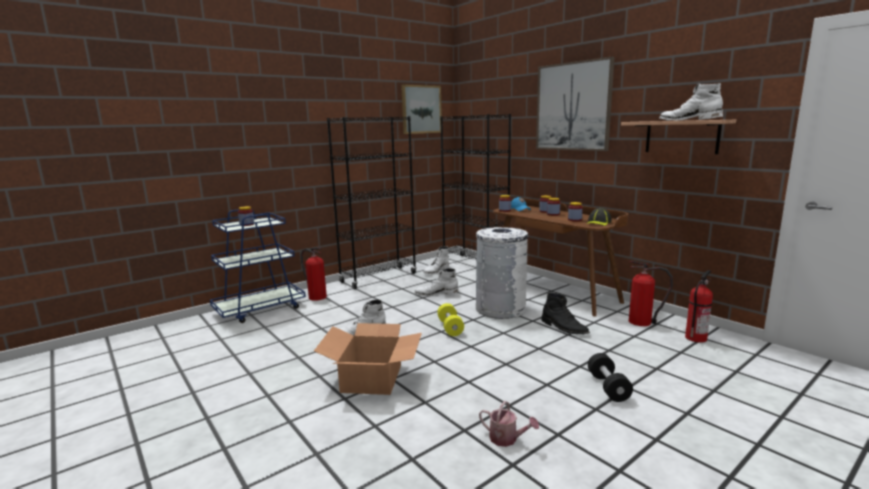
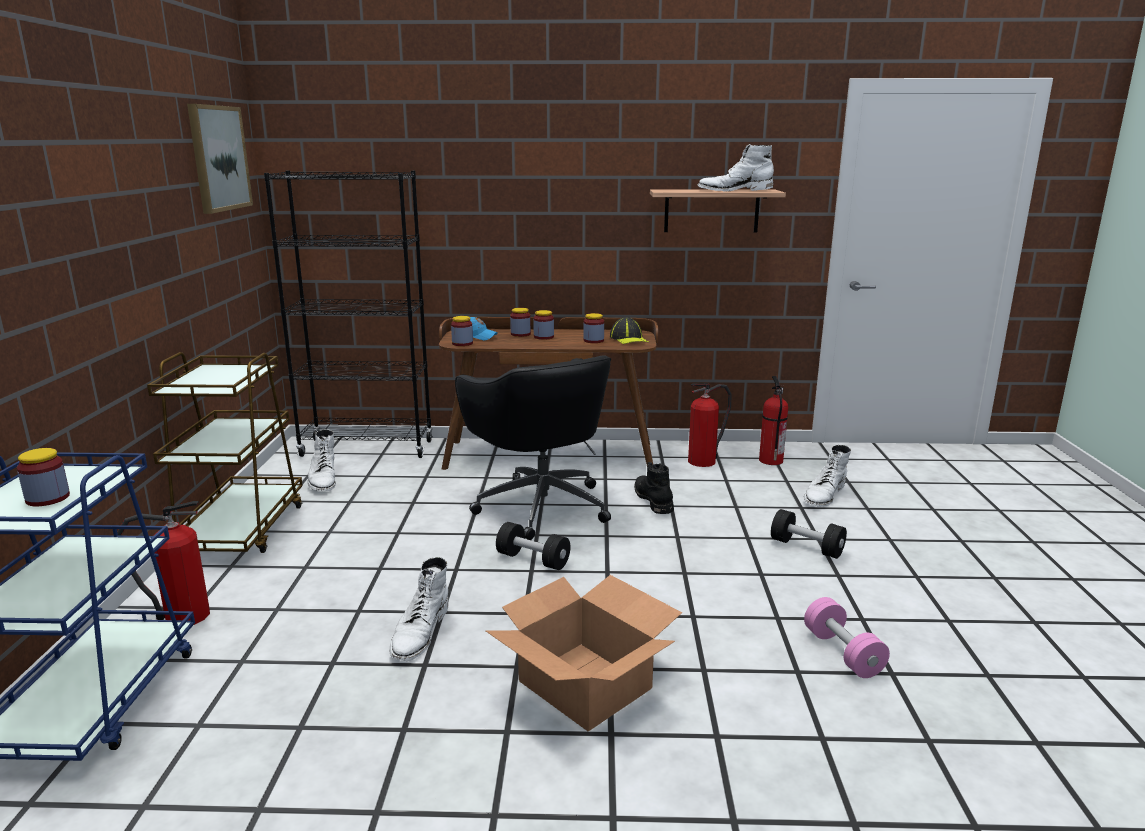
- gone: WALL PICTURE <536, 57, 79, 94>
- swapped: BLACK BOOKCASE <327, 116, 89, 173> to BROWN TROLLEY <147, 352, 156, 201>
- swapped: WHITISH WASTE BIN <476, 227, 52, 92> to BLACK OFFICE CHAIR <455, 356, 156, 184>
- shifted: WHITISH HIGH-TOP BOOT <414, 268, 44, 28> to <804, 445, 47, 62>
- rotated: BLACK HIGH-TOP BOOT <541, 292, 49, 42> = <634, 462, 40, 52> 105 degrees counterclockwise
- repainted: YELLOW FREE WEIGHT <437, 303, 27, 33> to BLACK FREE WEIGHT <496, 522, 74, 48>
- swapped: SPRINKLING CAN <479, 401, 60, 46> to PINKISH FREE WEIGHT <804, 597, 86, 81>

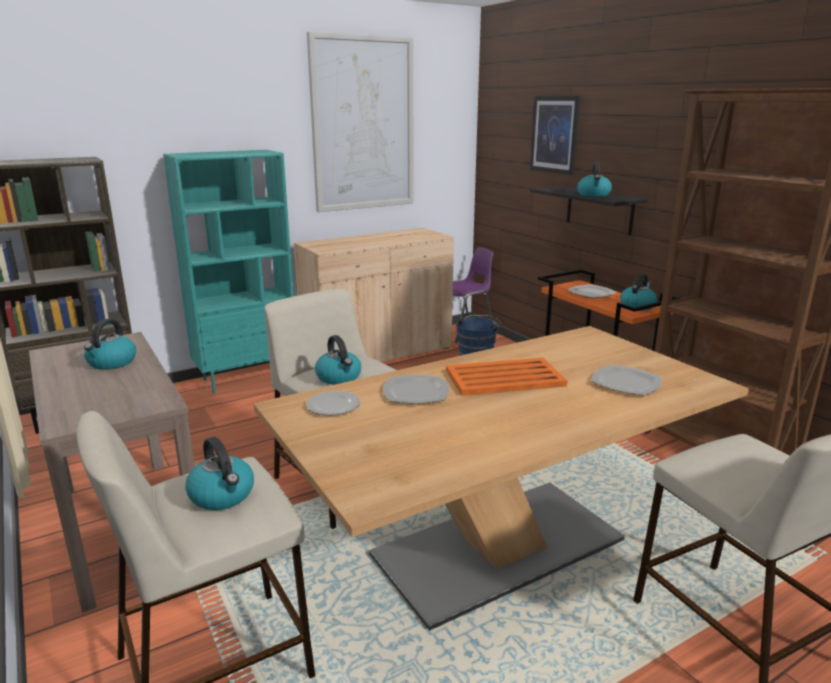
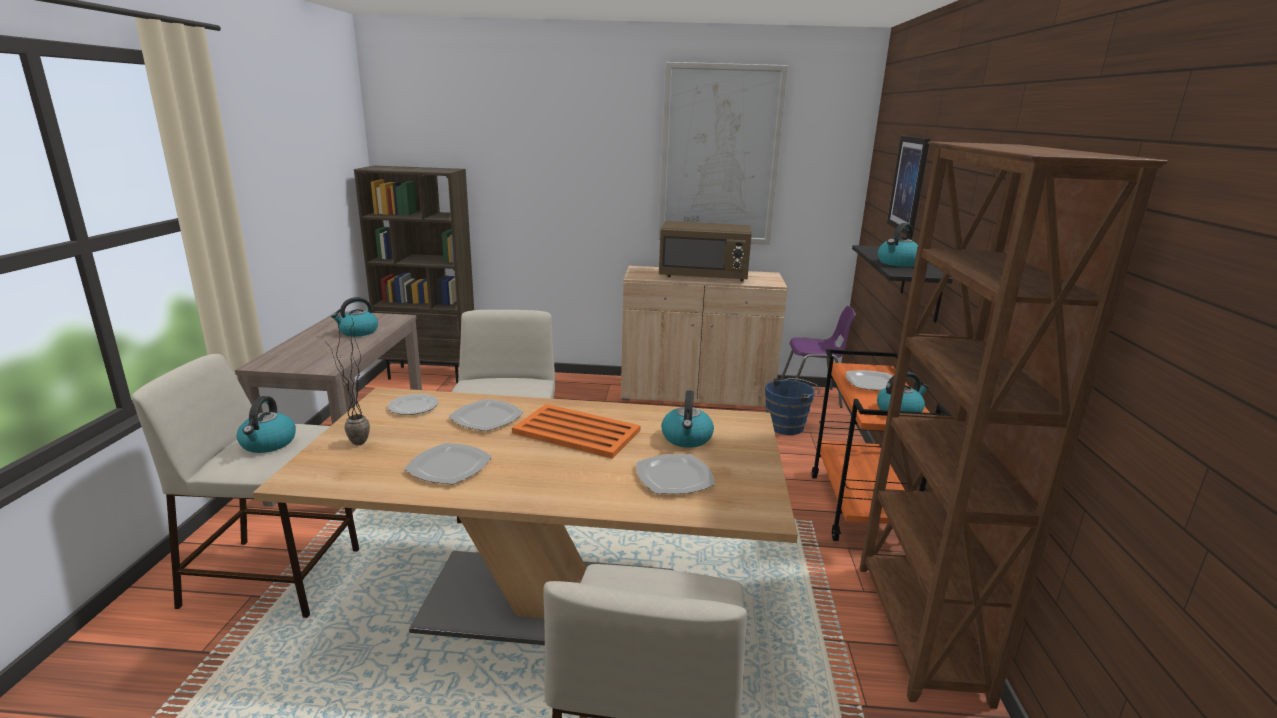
- gone: TURQUOISE BOOKCASE <163, 150, 131, 243>
- shifted: WATER KETTLE <315, 335, 46, 50> to <661, 390, 53, 58>
- new: BROWN KITCHEN MICROWAVE <659, 221, 93, 61>
- new: HOUSEPLANT <330, 310, 40, 135>
- new: FLAT DISH <404, 443, 88, 41>

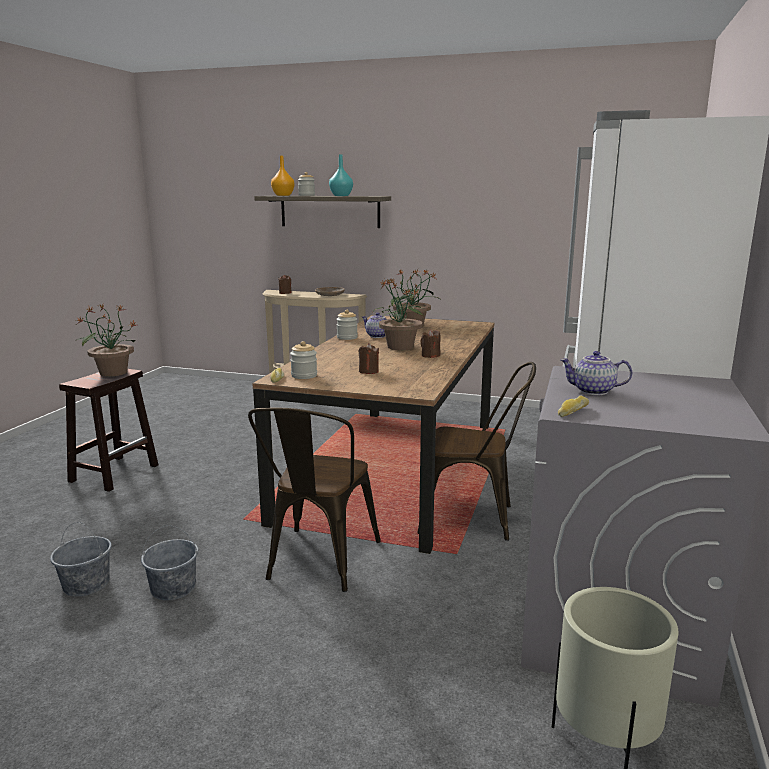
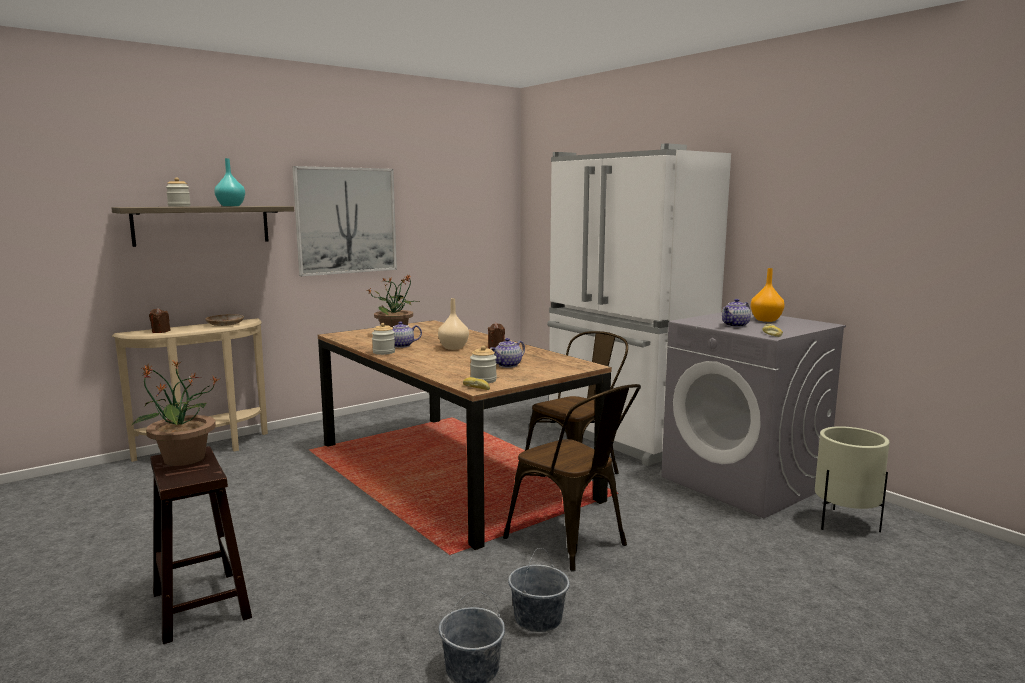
- shifted: ORANGE-COLOURED FLOWER VASE <271, 156, 24, 40> to <751, 268, 34, 54>
- swapped: HOUSEPLANT <373, 279, 51, 71> to BEIGE-COLOURED FLOWER VASE <438, 298, 31, 52>
- swapped: BROWN WAX CANDLE <359, 343, 20, 31> to TEA POT <490, 338, 35, 30>
- new: WALL PICTURE <292, 166, 105, 110>

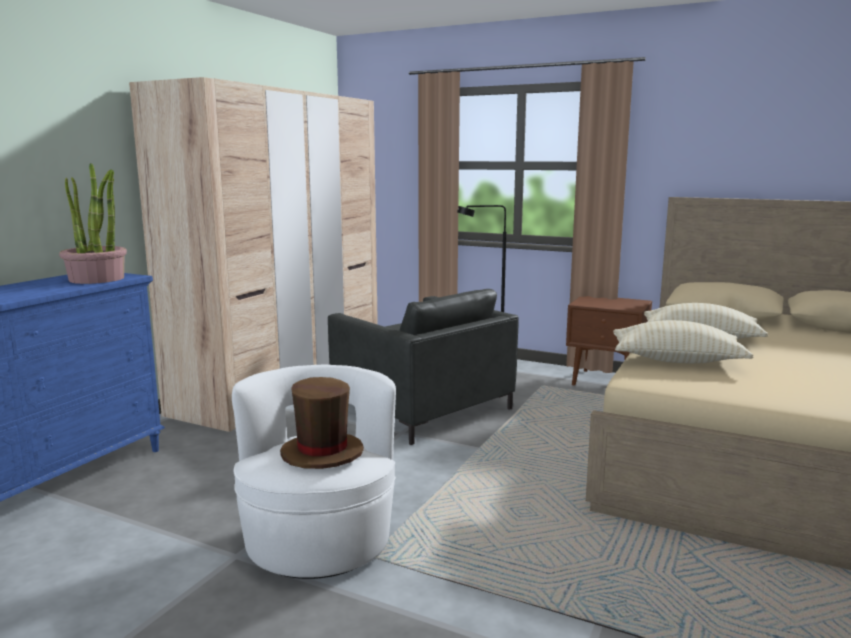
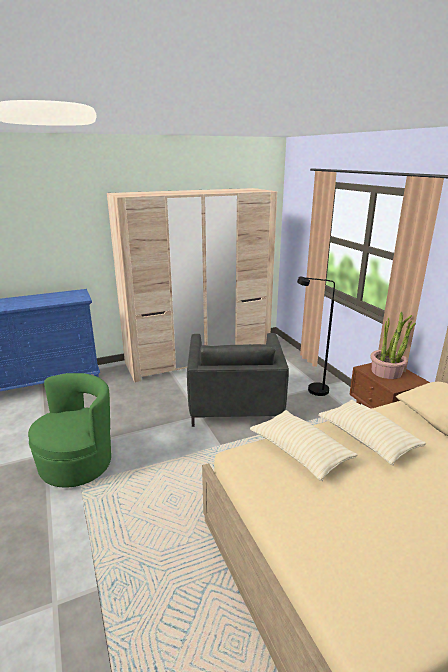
- shifted: HOUSEPLANT <59, 163, 68, 121> to <370, 312, 46, 67>
- repainted: WHITISH ARMCHAIR <232, 365, 164, 214> to GREEN-COLOURED ARMCHAIR <28, 373, 83, 115>
- gone: BROWN WEARABLE HAT <280, 377, 84, 92>

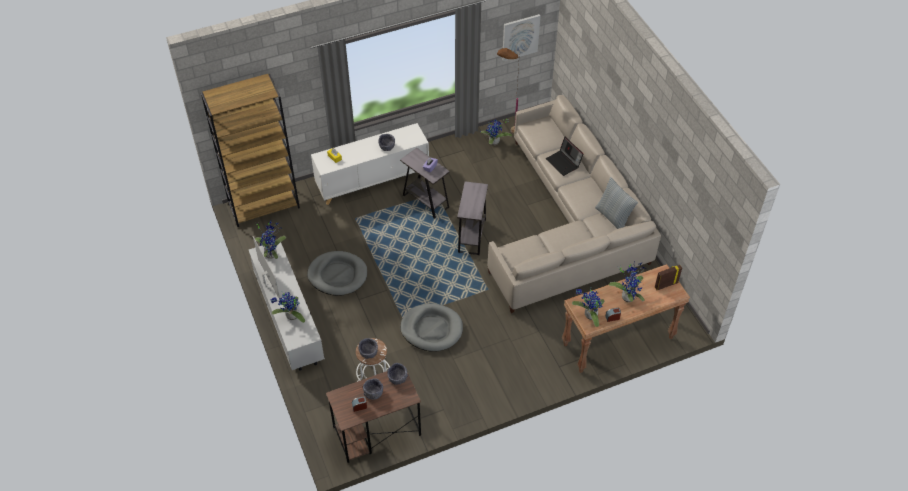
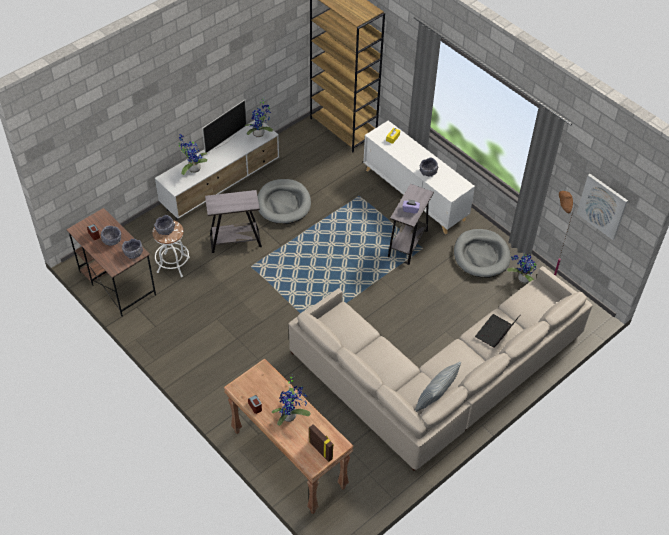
- shifted: GREYISH ACCENT TABLE <457, 181, 31, 74> to <205, 190, 57, 63>
- gone: HOUSEPLANT <572, 289, 33, 38>
- shifted: GREYISH DOG BED <400, 303, 63, 49> to <454, 229, 57, 49>

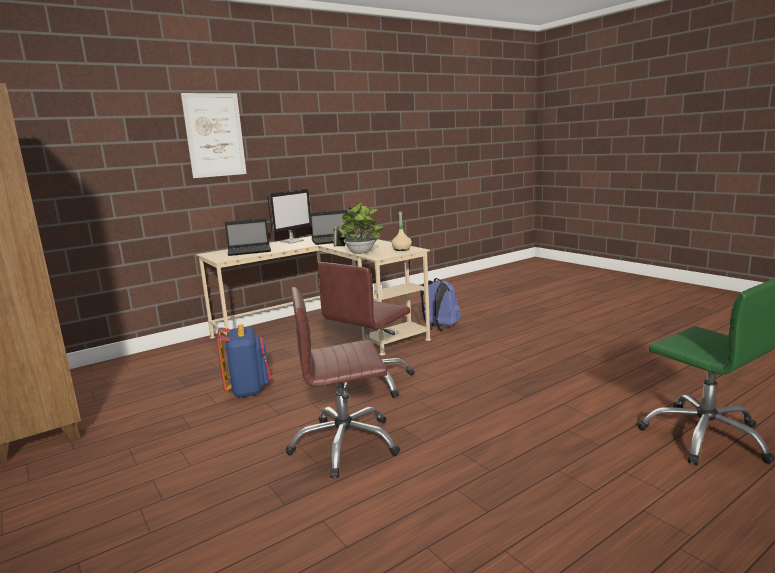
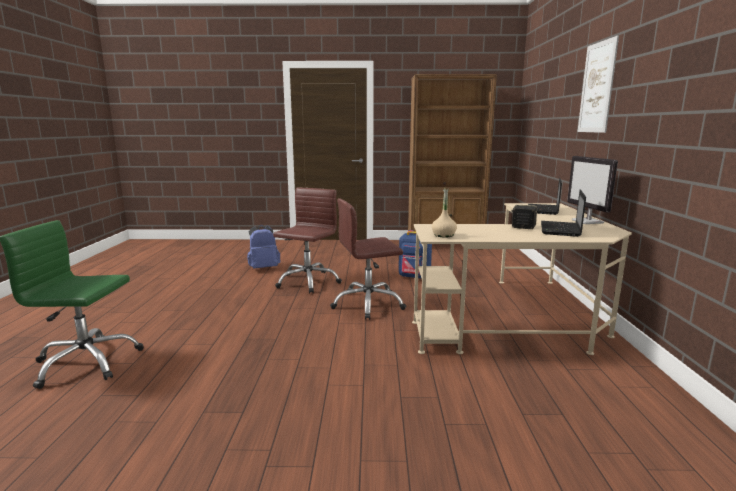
- gone: HOUSEPLANT <338, 202, 45, 52>
- rotated: BROWN OFFICE CHAIR <317, 262, 97, 136> = <330, 198, 76, 122> 90 degrees counterclockwise
- shifted: BLUE-COLOURED BACKPACK <420, 278, 41, 53> to <247, 225, 34, 44>

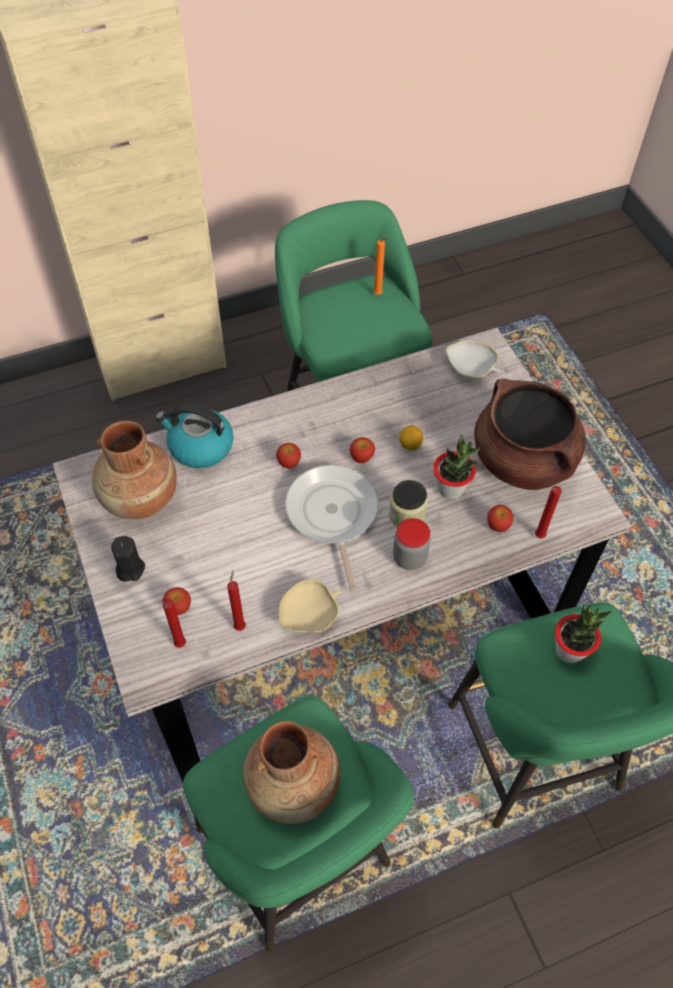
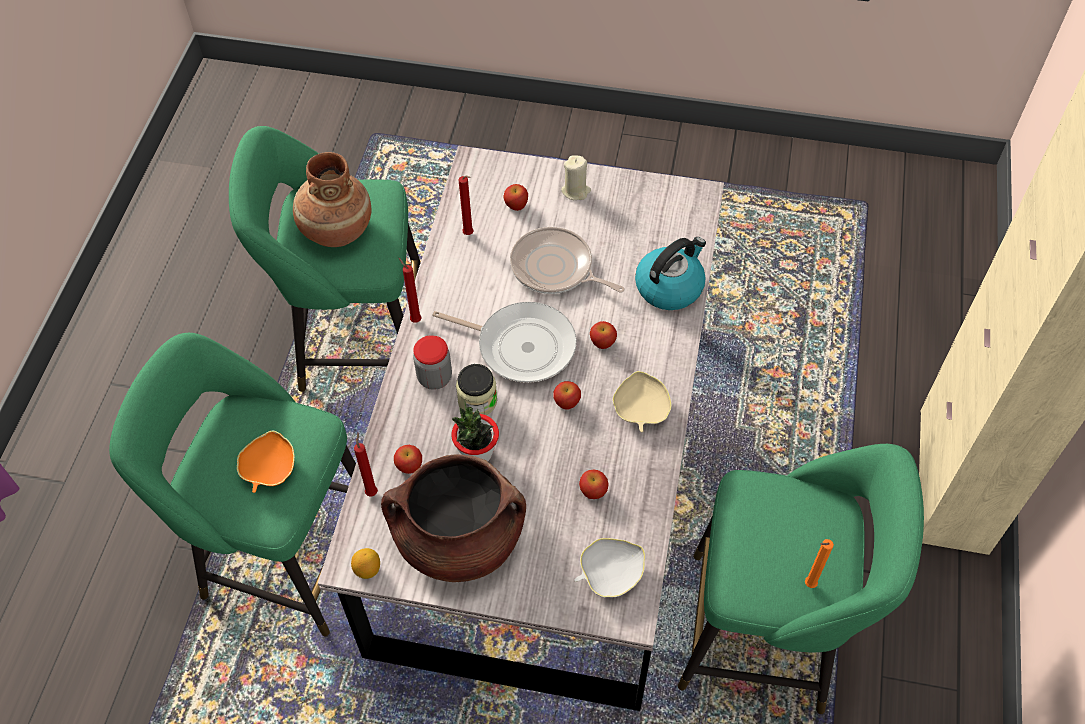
- gone: BROWN FLOWER VASE <92, 421, 85, 98>
- shifted: LEMON <399, 426, 24, 24> to <351, 548, 29, 31>
- repainted: BLACK WAX CANDLE <111, 536, 34, 46> to BEIGE-COLOURED WAX CANDLE <561, 155, 30, 45>
- shifted: BEIGE-COLOURED DEEP DISH <279, 579, 62, 54> to <612, 371, 60, 61>
- shifted: REDDISH WAX CANDLE <163, 599, 23, 49> to <399, 258, 22, 65>
- swapped: HOUSEPLANT <555, 604, 57, 60> to ORANGE-COLOURED DEEP DISH <237, 430, 58, 63>
- new: FRYING PAN <510, 227, 115, 67>
- new: WHOLE APPLE <579, 470, 29, 29>

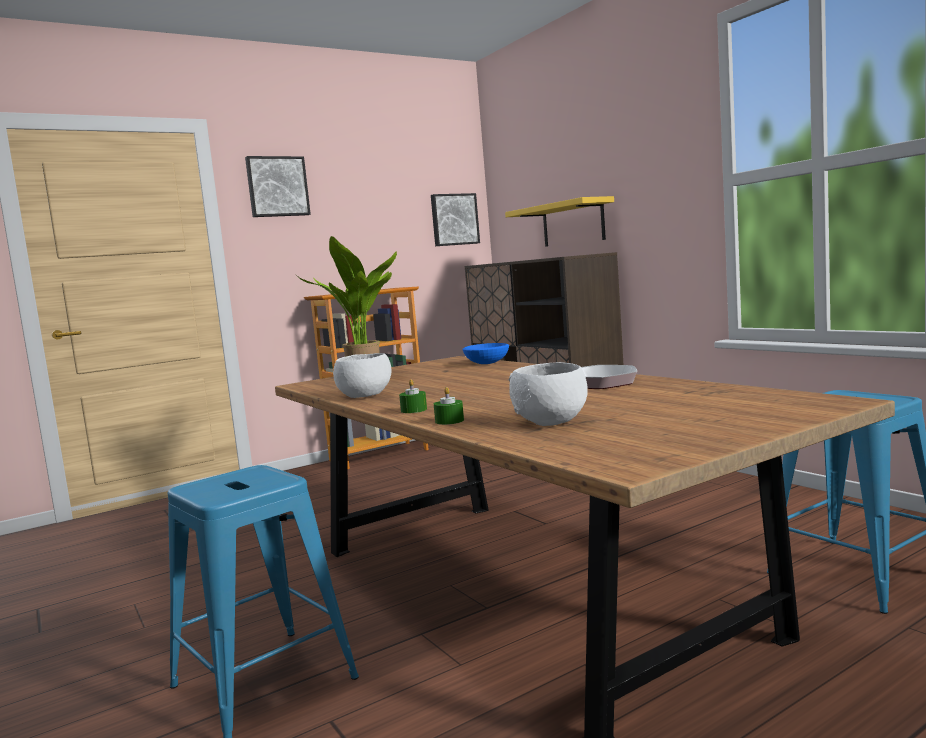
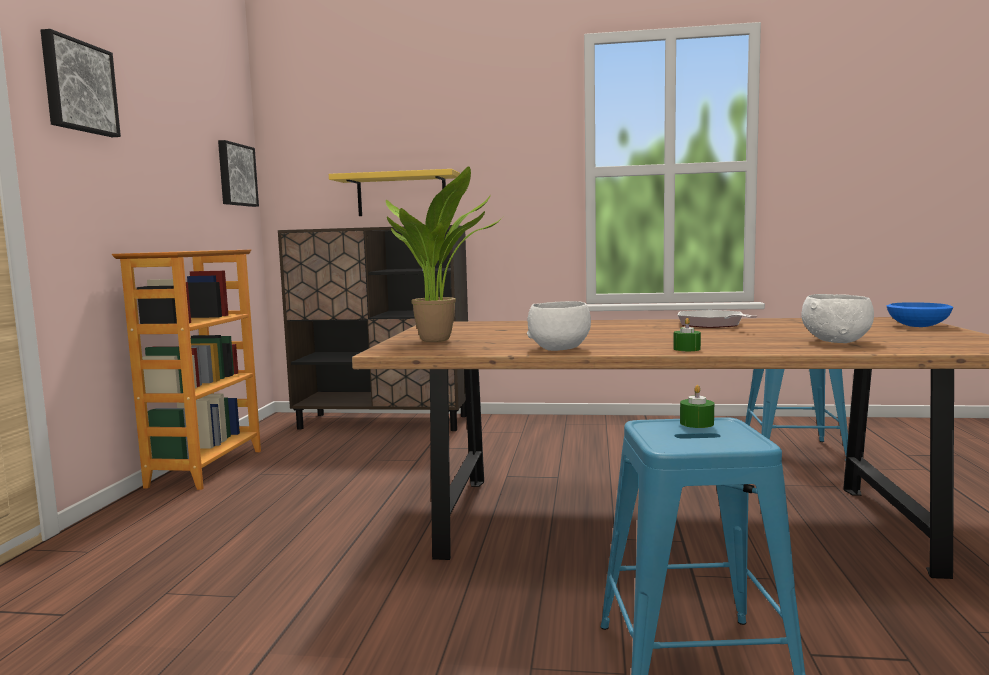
- shifted: BLUE-COLOURED DEEP DISH <462, 343, 47, 21> to <887, 302, 66, 25>
- shifted: GREEN-COLOURED WAX CANDLE <434, 387, 30, 38> to <680, 385, 34, 43>

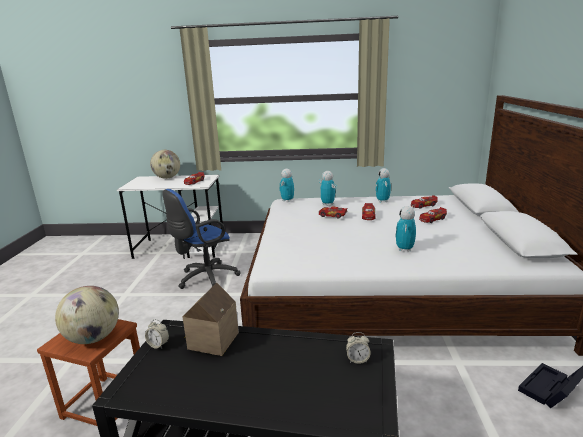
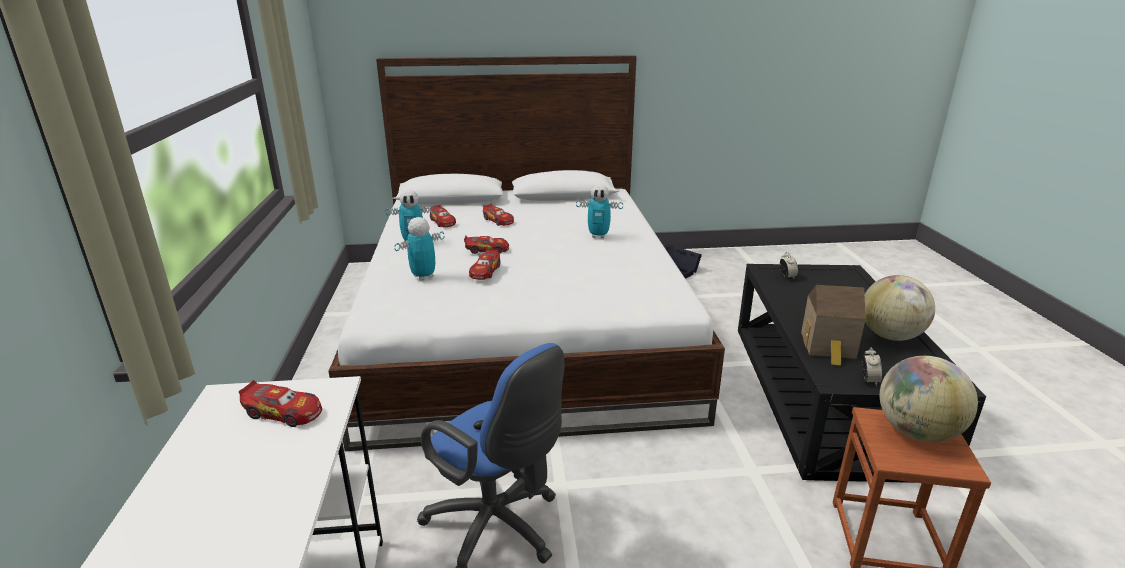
- shifted: WORLD GLOBE <150, 150, 30, 29> to <865, 275, 70, 66>
- gone: ROBOT FIGURE <280, 169, 14, 33>

